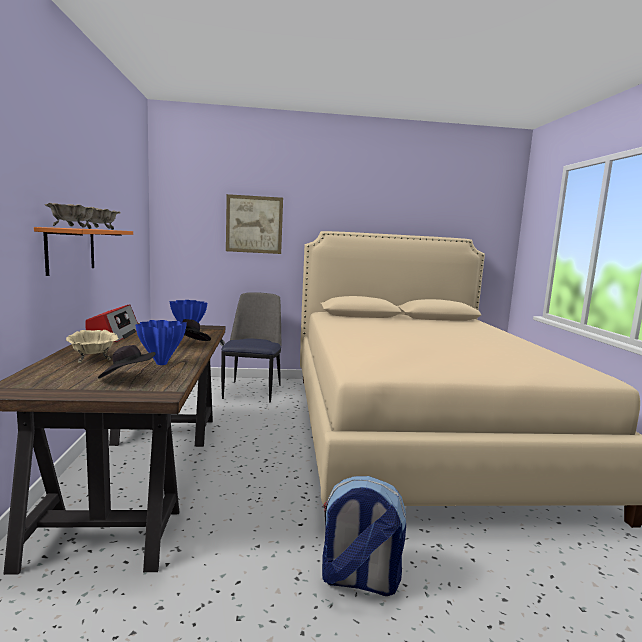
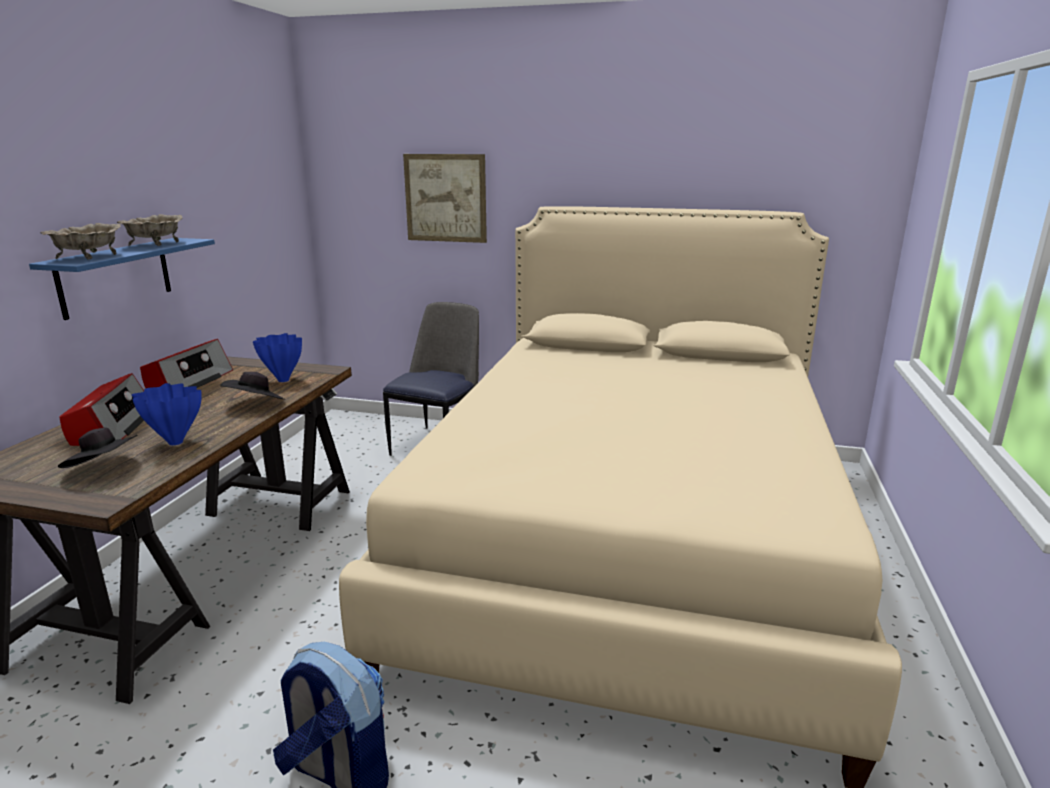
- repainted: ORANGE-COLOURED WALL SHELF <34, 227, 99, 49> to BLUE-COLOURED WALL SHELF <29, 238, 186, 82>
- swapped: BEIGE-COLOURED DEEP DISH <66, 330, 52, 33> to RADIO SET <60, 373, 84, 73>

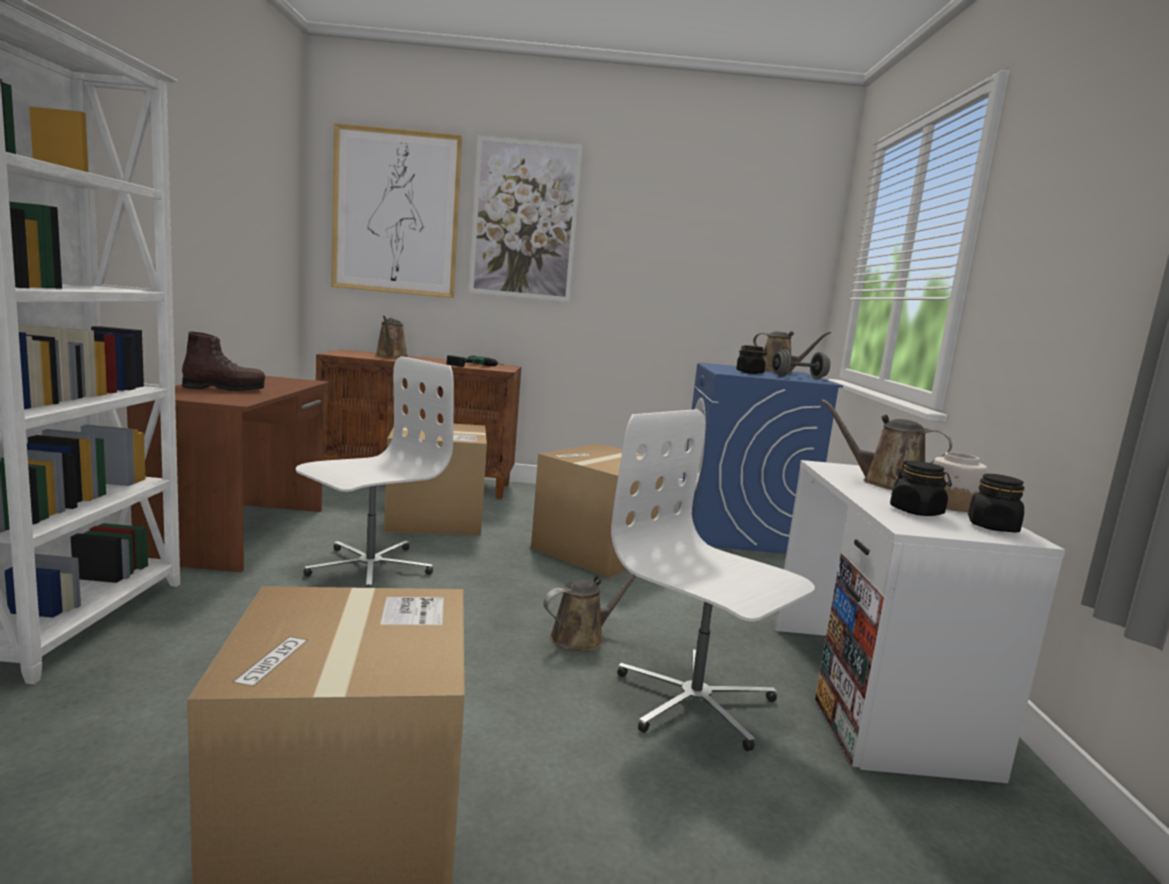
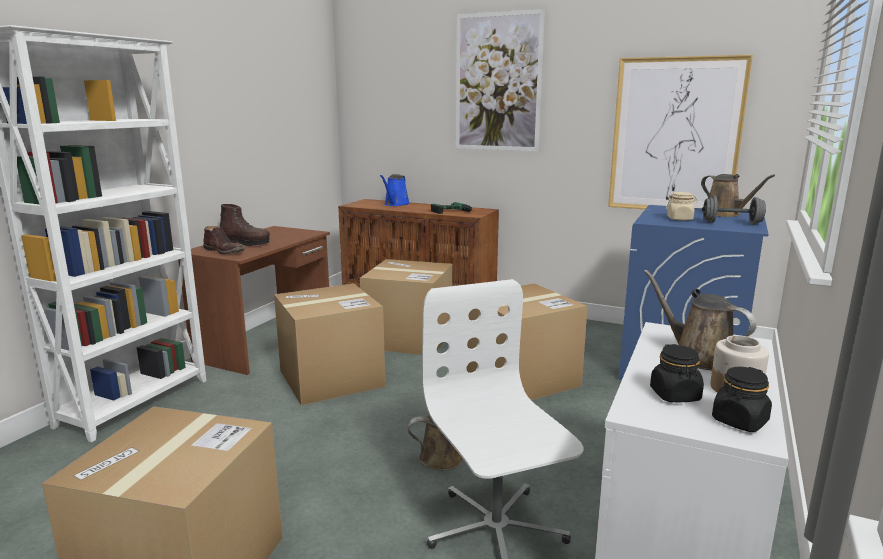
- shifted: WALL PICTURE <331, 123, 131, 175> to <608, 55, 145, 154>
- repainted: BROWN SPRINKLING CAN <375, 316, 33, 42> to BLUE-COLOURED SPRINKLING CAN <380, 174, 30, 32>
- repainted: BLACK STORAGE JAR <736, 345, 31, 29> to BEIGE-COLOURED STORAGE JAR <666, 192, 32, 29>
- swapped: WHITISH OFFICE CHAIR <296, 356, 158, 232> to PACKING BOX <274, 283, 111, 122>
- new: BROWN HIGH-TOP BOOT <203, 226, 42, 28>

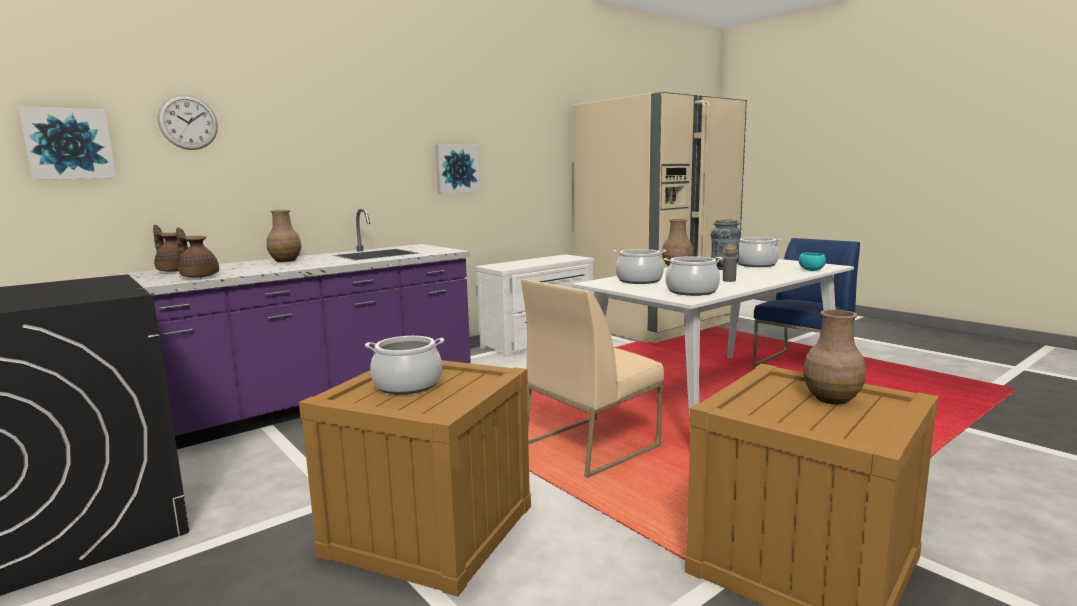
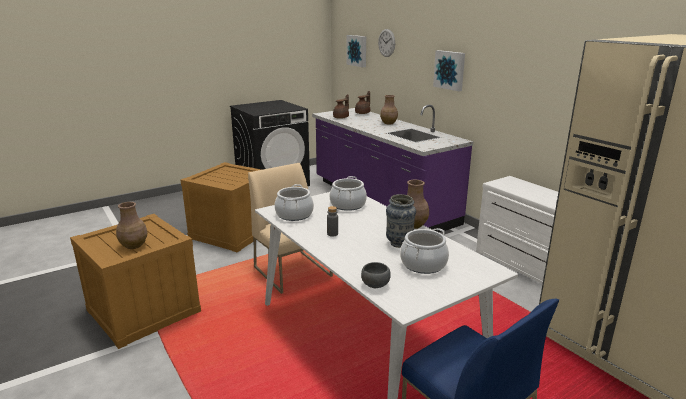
- shifted: WALL PICTURE <435, 144, 46, 50> to <433, 50, 32, 41>
- repainted: TURQUOISE DEEP DISH <799, 253, 27, 18> to GREYISH DEEP DISH <361, 262, 30, 26>
- gone: STOCKPOT <365, 336, 79, 58>

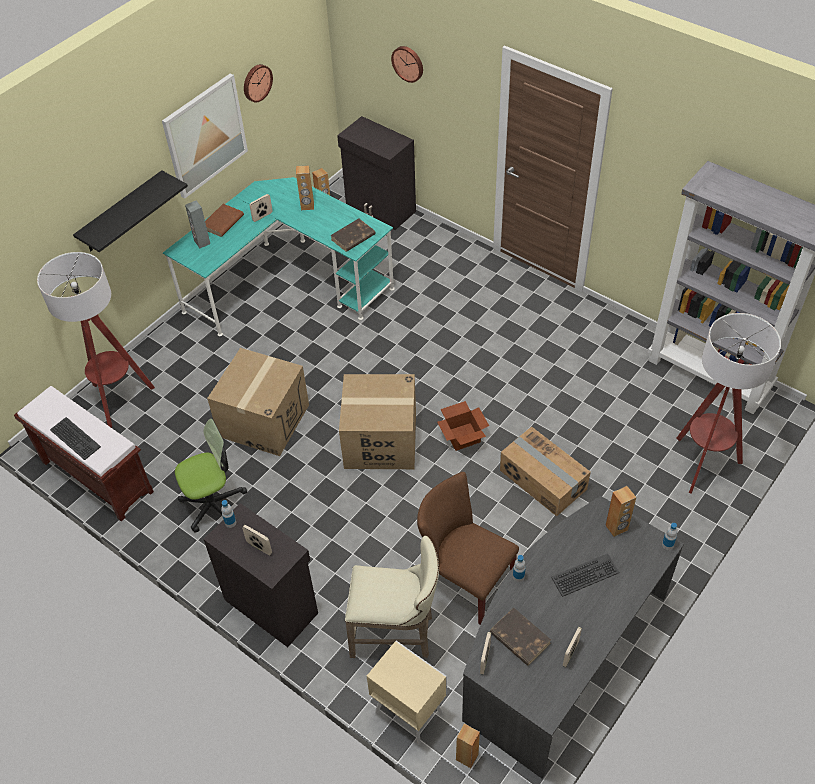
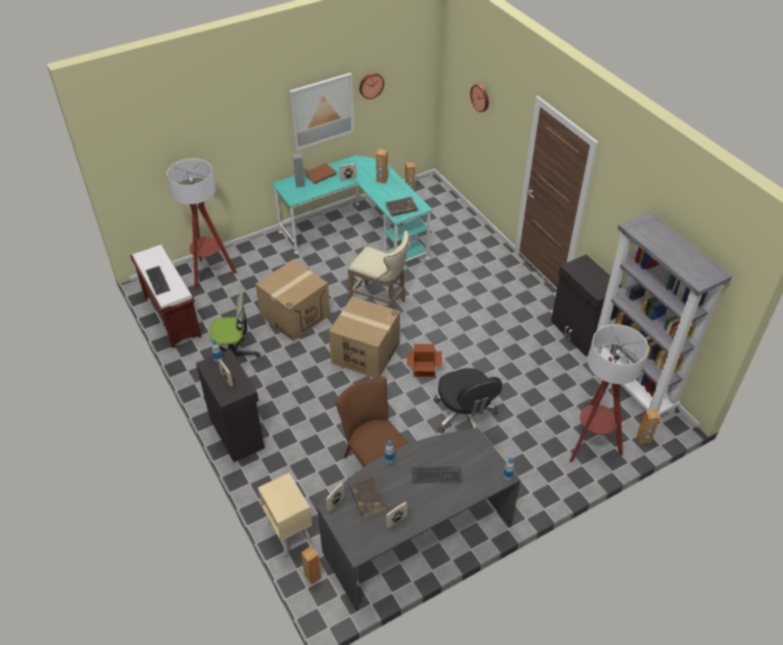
- shifted: BLACK CUPBOARD <337, 116, 79, 114> to <551, 254, 71, 102>
- gone: BLACK WALL SHELF <73, 170, 115, 82>
- swapped: PACKING BOX <500, 427, 91, 89> to BLACK OFFICE CHAIR <434, 368, 68, 66>
- shifted: BROWN SPEAKER <605, 486, 31, 51> to <637, 409, 23, 34>
- shifted: BEIGE-COLOURED STOOL SEAT <345, 535, 94, 123> to <348, 231, 61, 78>

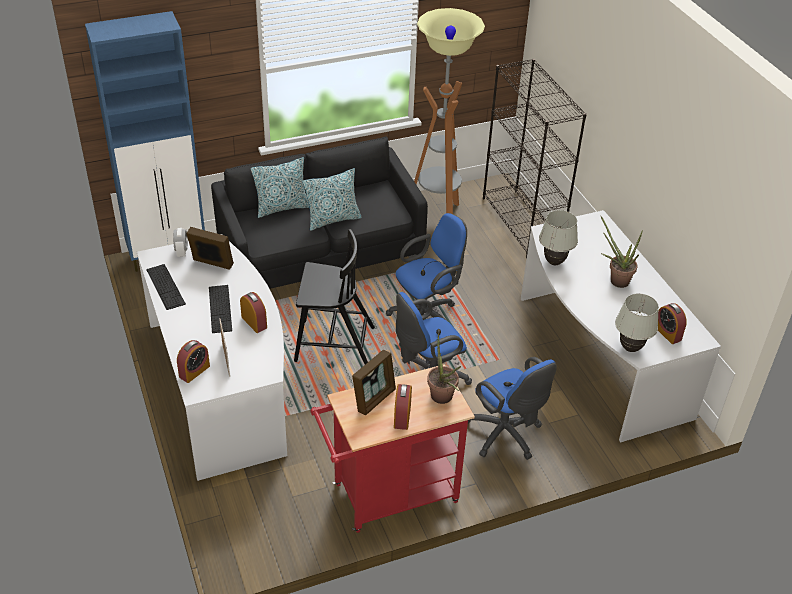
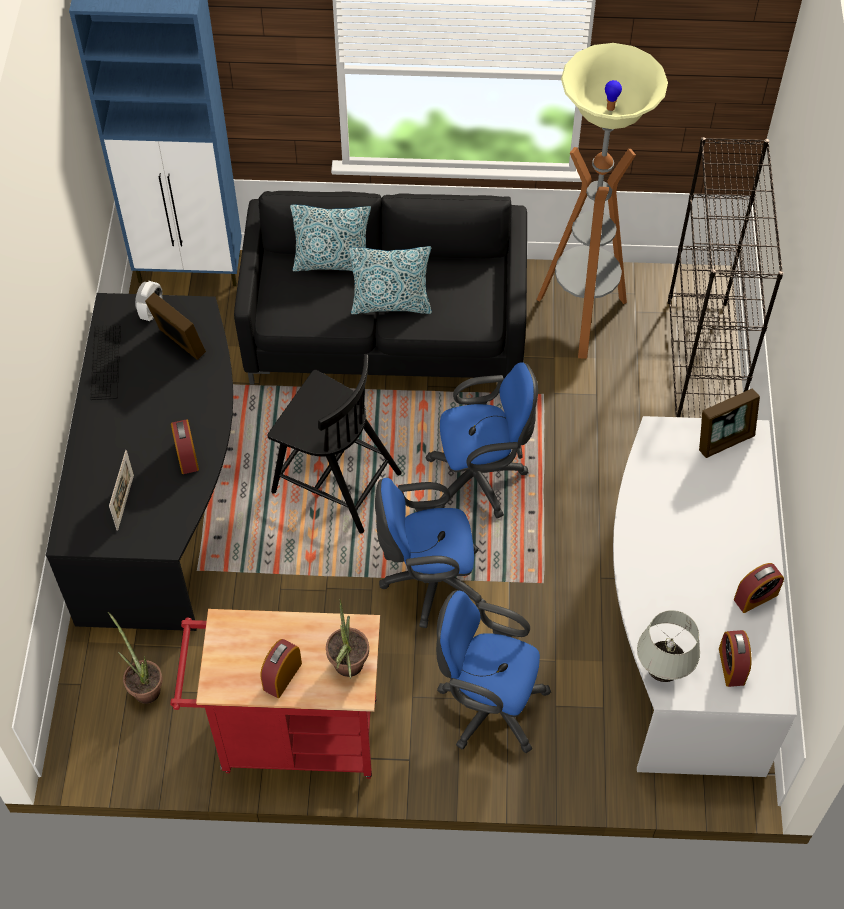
- gone: WHITISH LAMP FOR A TABLE <539, 210, 39, 55>
- shifted: HOUSEPLANT <601, 216, 42, 72> to <108, 612, 55, 92>
- repainted: WHITISH DESK <137, 234, 150, 247> to BLACK DESK <46, 293, 187, 338>
- gone: KEYBOARD <209, 285, 23, 48>
- shifted: TABLE CLOCK <177, 340, 33, 43> to <734, 563, 50, 50>
- shifted: PICTURE FRAME <352, 350, 44, 66> to <699, 388, 61, 70>
- rotated: BLUE-COLOURED OFFICE CHAIR <468, 357, 89, 103> = <436, 590, 115, 163> 120 degrees clockwise

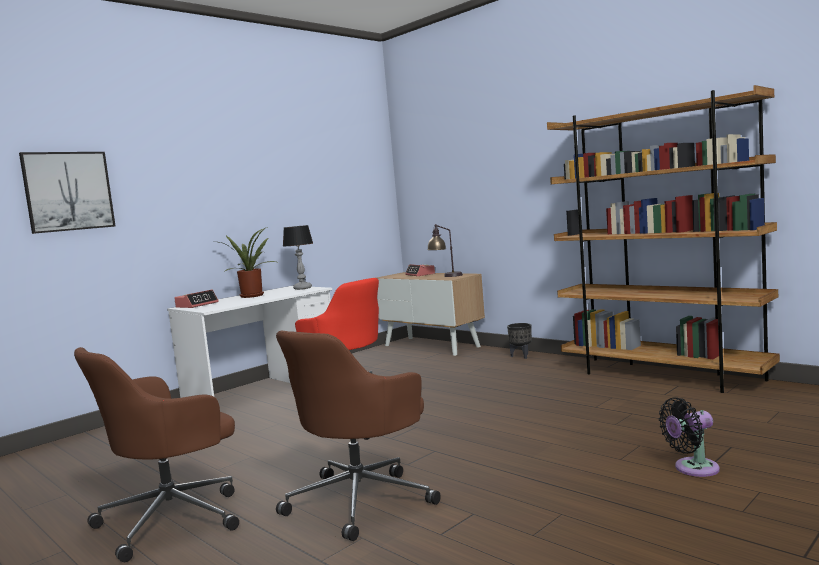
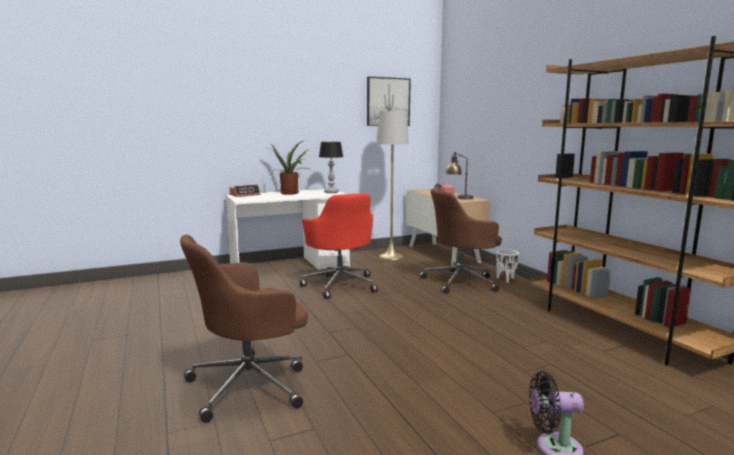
- shifted: WALL PICTURE <19, 152, 96, 82> to <367, 77, 44, 49>
- repainted: BLACK PLANTER <507, 323, 25, 36> to WHITISH PLANTER <496, 249, 23, 34>
- shifted: BROWN OFFICE CHAIR <74, 347, 165, 215> to <419, 189, 83, 105>
- new: GREYISH FLOOR LAMP <376, 110, 33, 150>

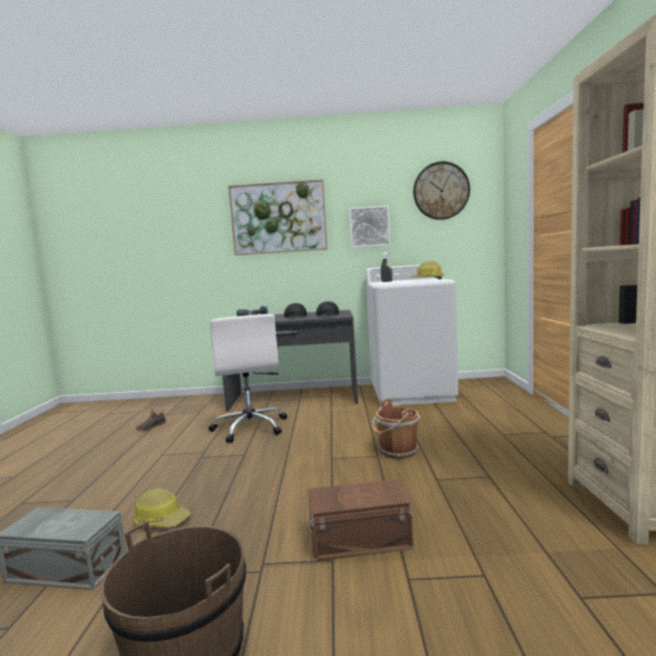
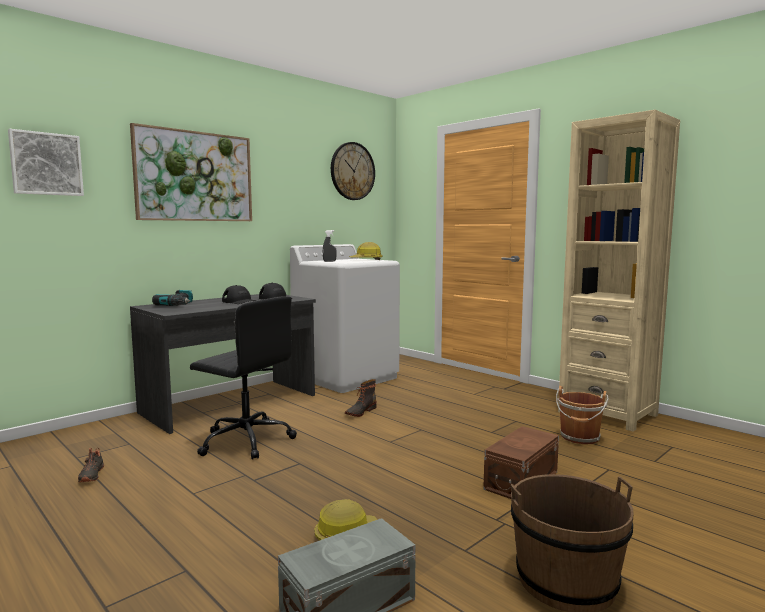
- shifted: WALL PICTURE <349, 206, 41, 42> to <8, 129, 76, 67>
- repainted: WHITISH OFFICE CHAIR <209, 314, 78, 129> to BLACK OFFICE CHAIR <190, 297, 107, 163>
- shifted: BROWN PAIL <372, 398, 49, 61> to <556, 386, 52, 58>
- new: HIGH-TOP BOOT <345, 379, 31, 38>

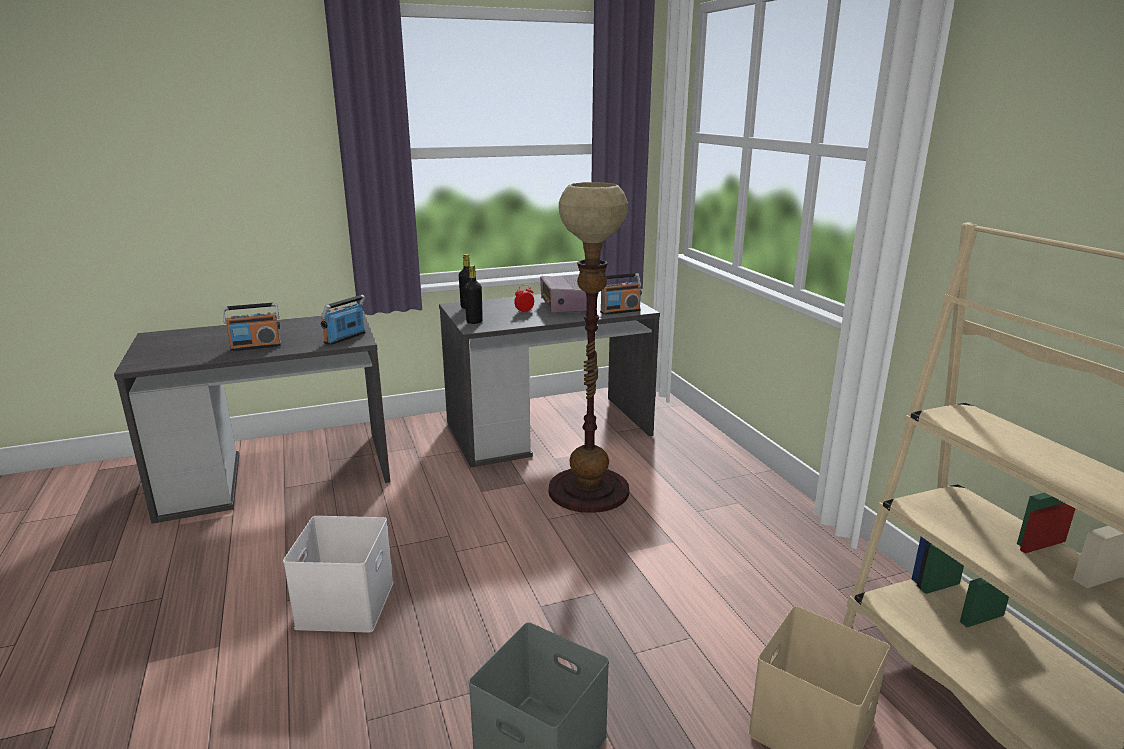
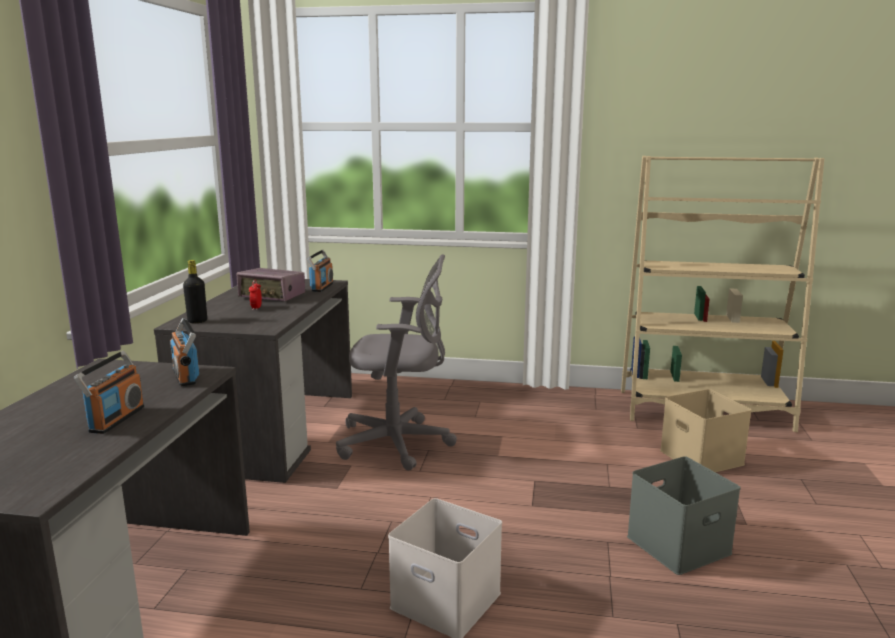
- swapped: FLOOR LAMP <548, 182, 81, 331> to GREYISH OFFICE CHAIR <336, 254, 121, 217>
- gone: BLACK BEVERAGE BOTTLE <464, 265, 19, 59>

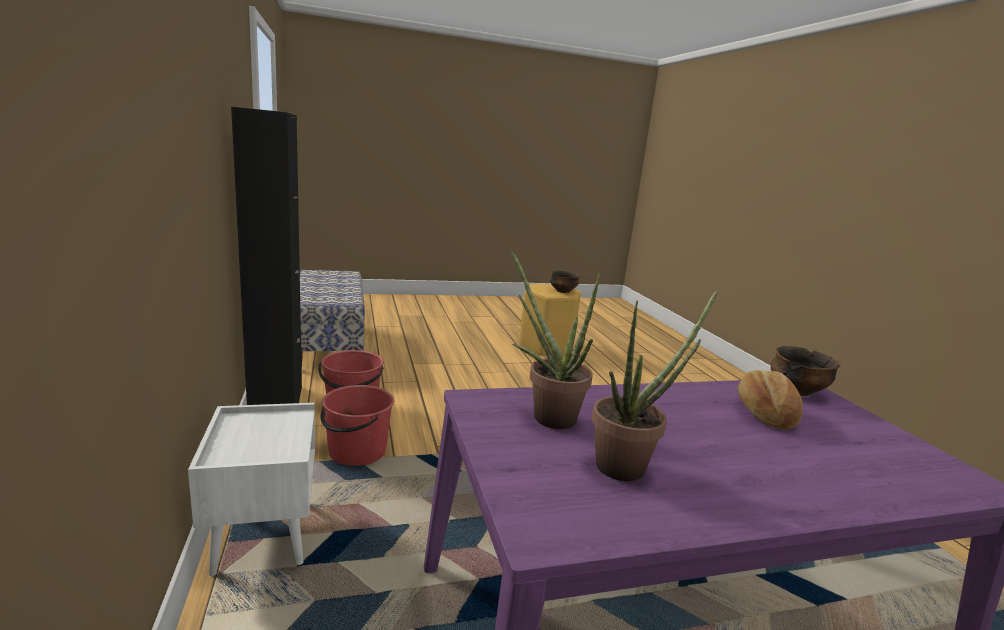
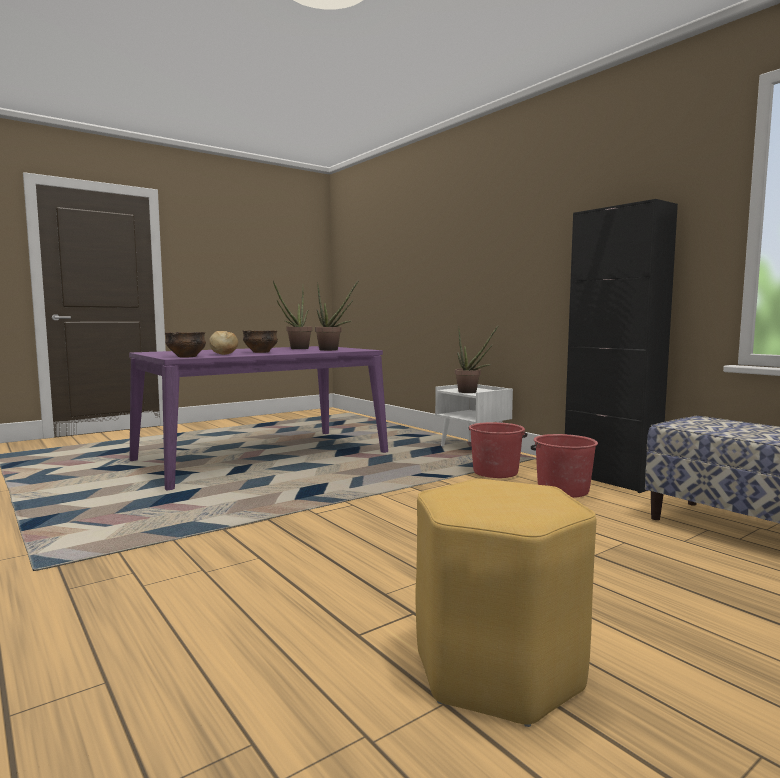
- shifted: DEEP DISH <550, 271, 30, 22> to <243, 330, 35, 23>
- new: HOUSEPLANT <455, 325, 44, 68>

